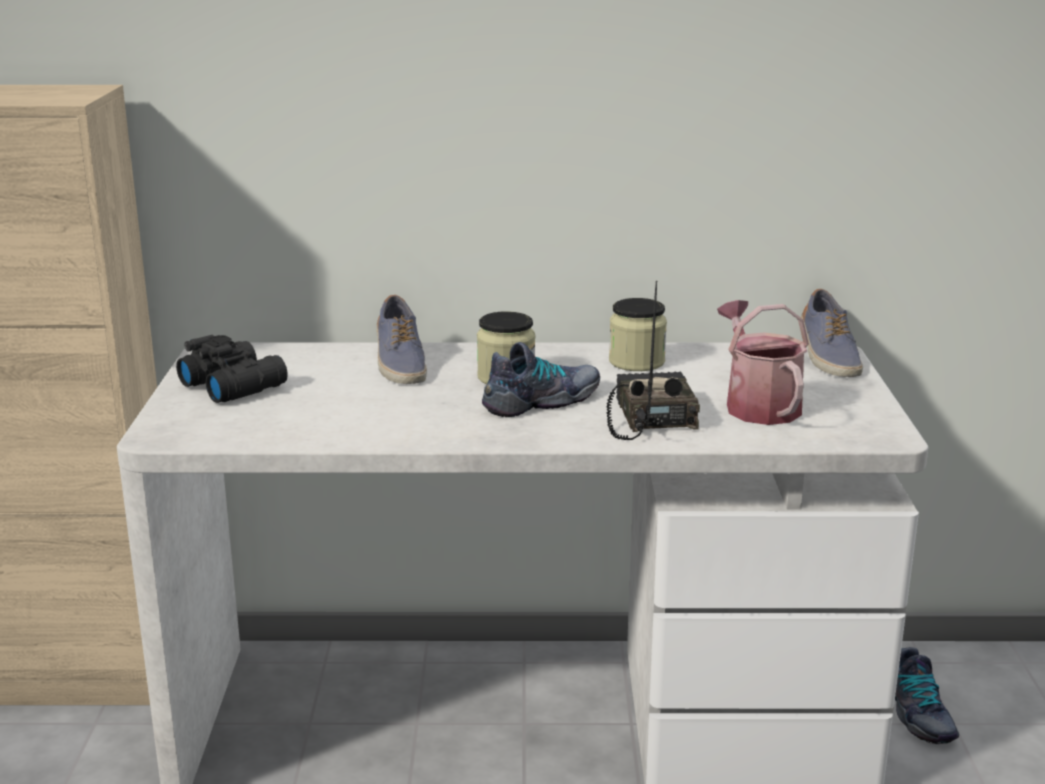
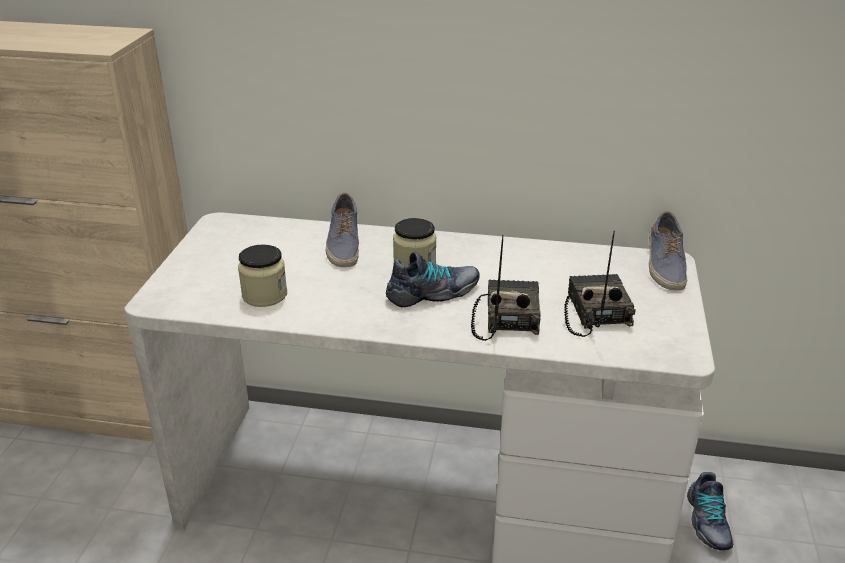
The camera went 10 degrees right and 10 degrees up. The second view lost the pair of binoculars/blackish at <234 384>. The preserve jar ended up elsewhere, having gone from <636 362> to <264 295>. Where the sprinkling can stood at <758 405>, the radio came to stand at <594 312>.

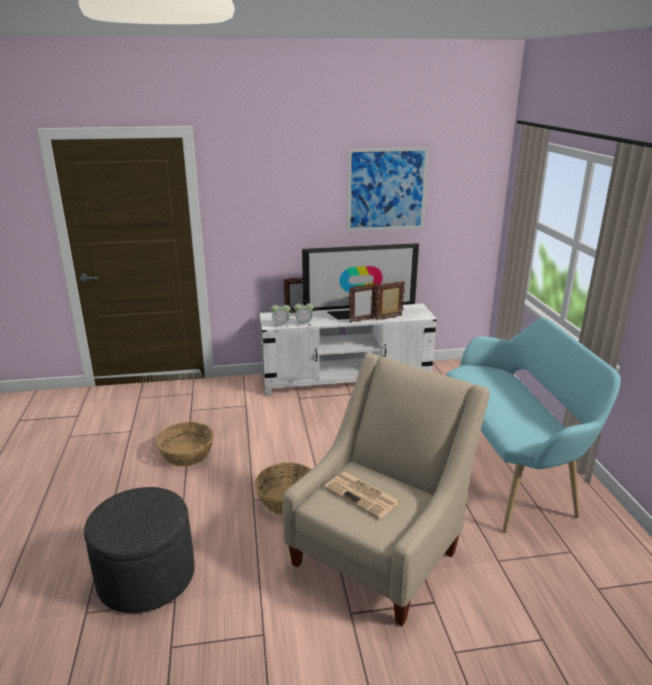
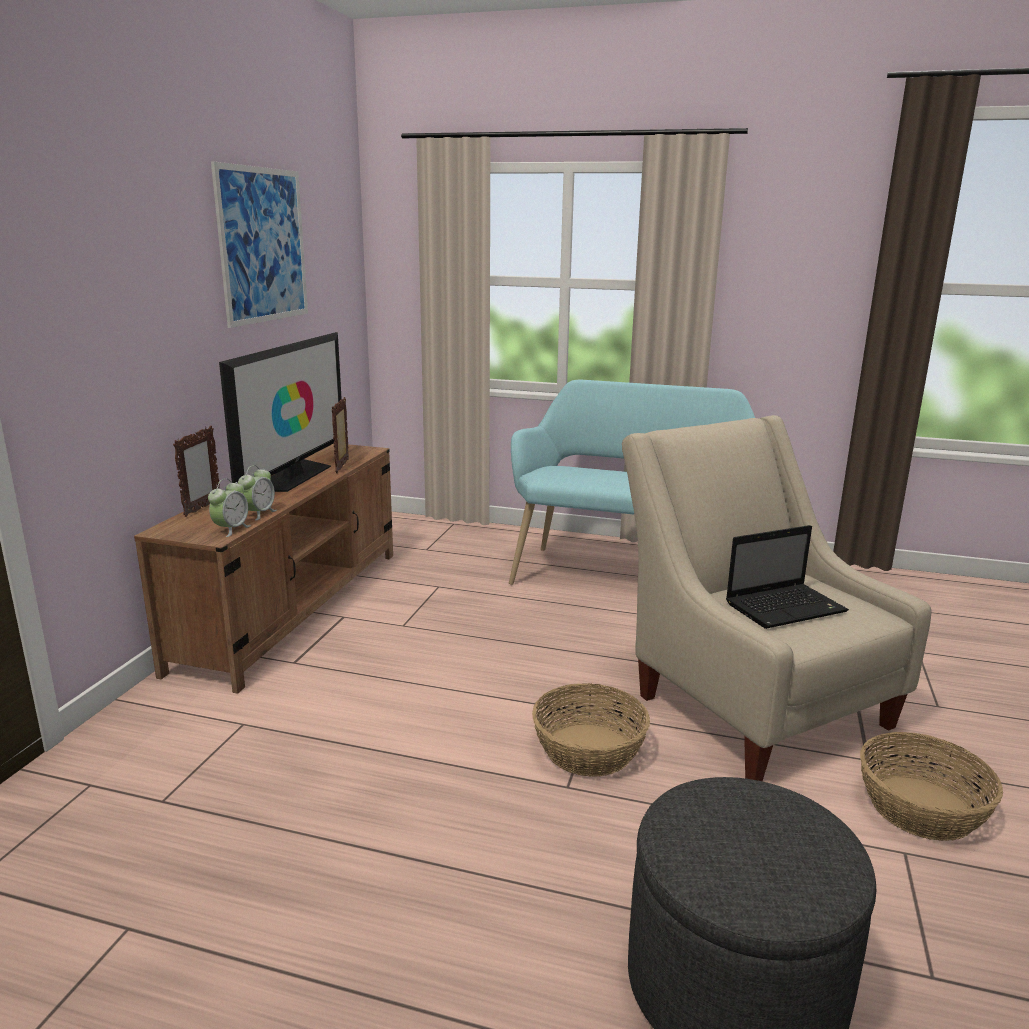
The camera went 65 degrees left and 5 degrees down. The second view lost the standing frame at <362 320>. The basket ended up elsewhere, having gone from <187 454> to <921 807>. Where the printed paper stood at <363 495>, the laptop came to stand at <786 607>. What was the tv unit/white-coloured at <346 379> turned into the tv unit/brown at <294 607>.

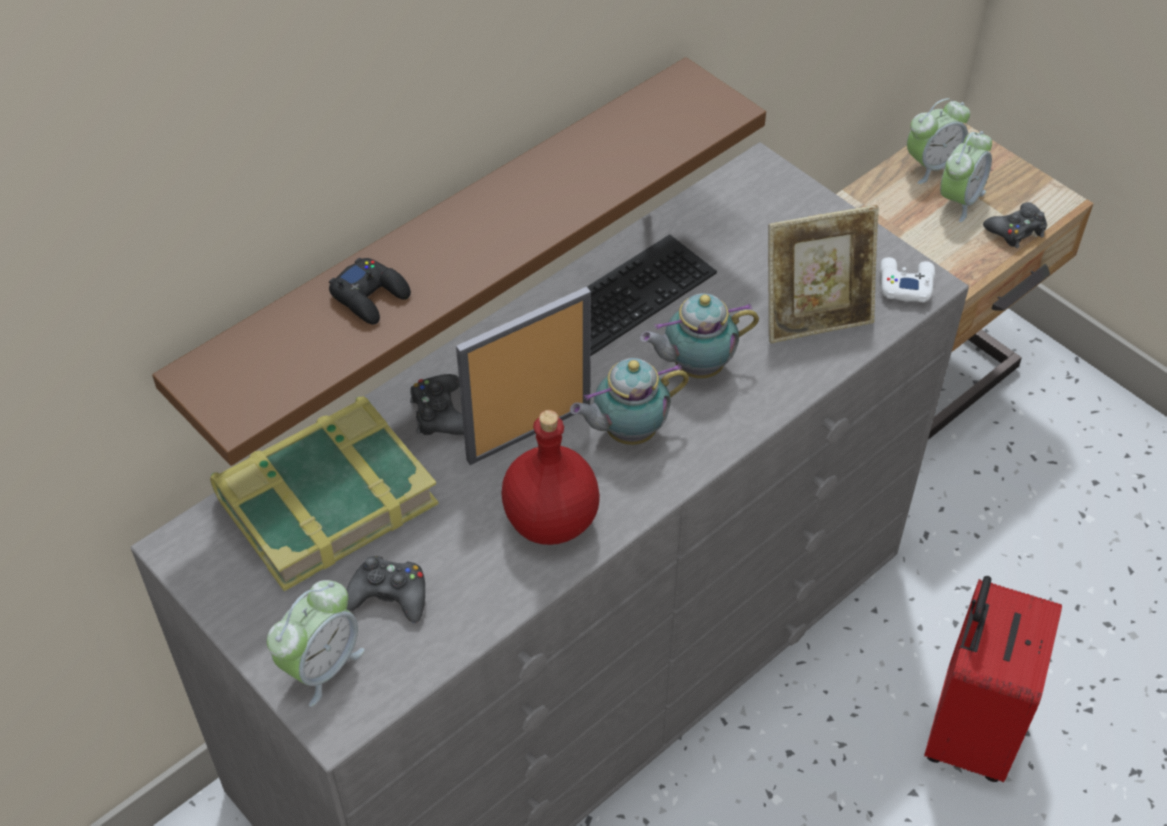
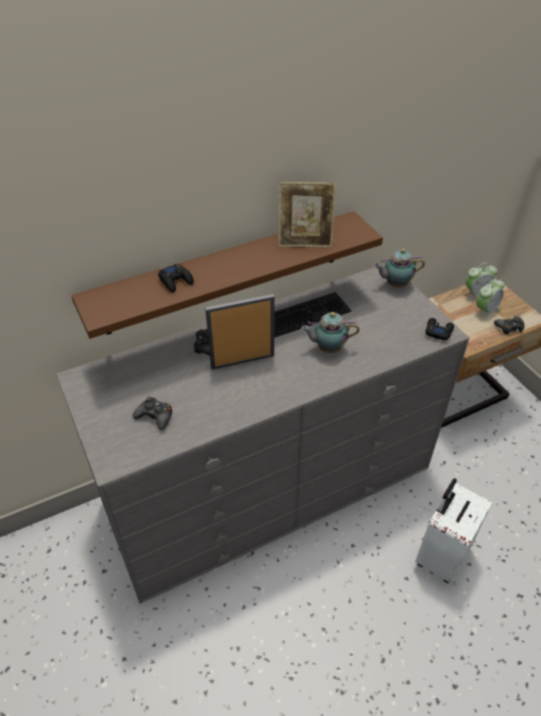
The camera went 15 degrees right and 5 degrees down. The second view lost the volume at <325 499>. The second view lost the bedside clock at <321 666>. The second view lost the bottle/red-coloured at <551 522>. The teapot ended up elsewhere, having gone from <627 432> to <395 284>. The standing frame ended up elsewhere, having gone from <815 318> to <305 241>. What was the joypad/white-coloured at <905 284> turned into the joypad/blackish at <438 331>. What was the travel case/red-coloured at <967 730> turned into the travel case/white-coloured at <440 555>.

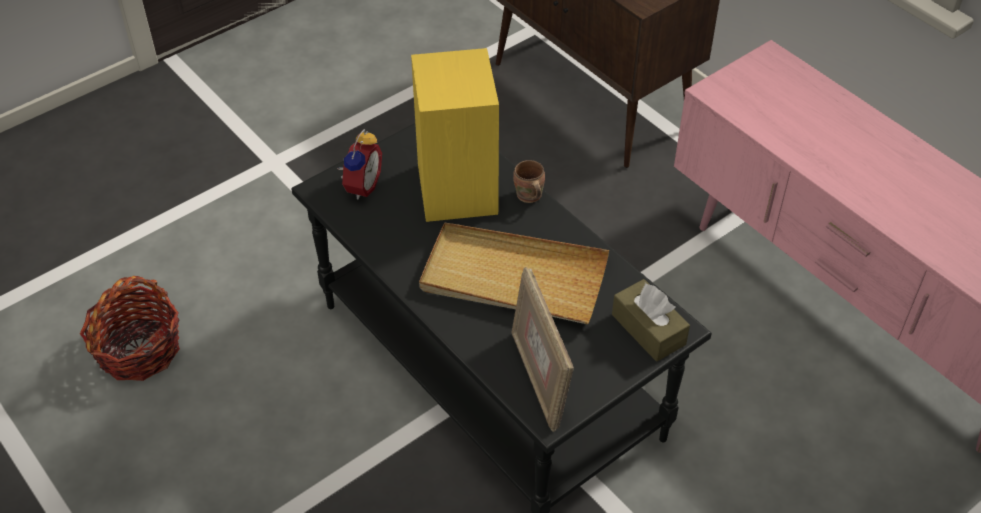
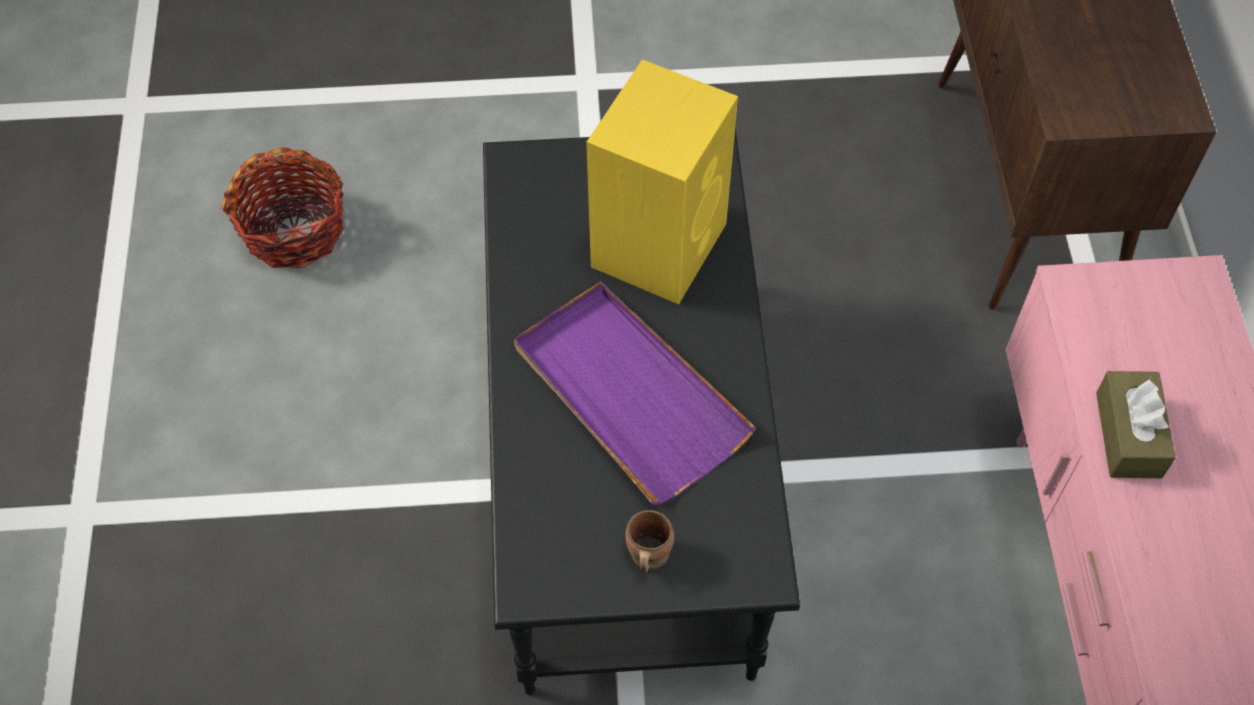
The camera went 35 degrees right and 10 degrees up. The second view lost the bedside clock at <360 186>. The second view lost the standing frame at <538 379>. The coffee mug/brown ended up elsewhere, having gone from <528 197> to <646 555>. The box of tissues/brown ended up elsewhere, having gone from <648 329> to <1128 434>. What was the carrying tray/beige-coloured at <513 278> turned into the carrying tray/purple at <628 395>.

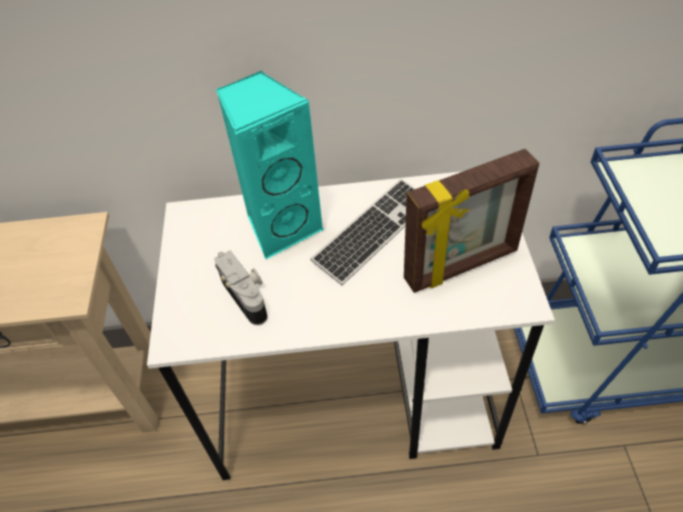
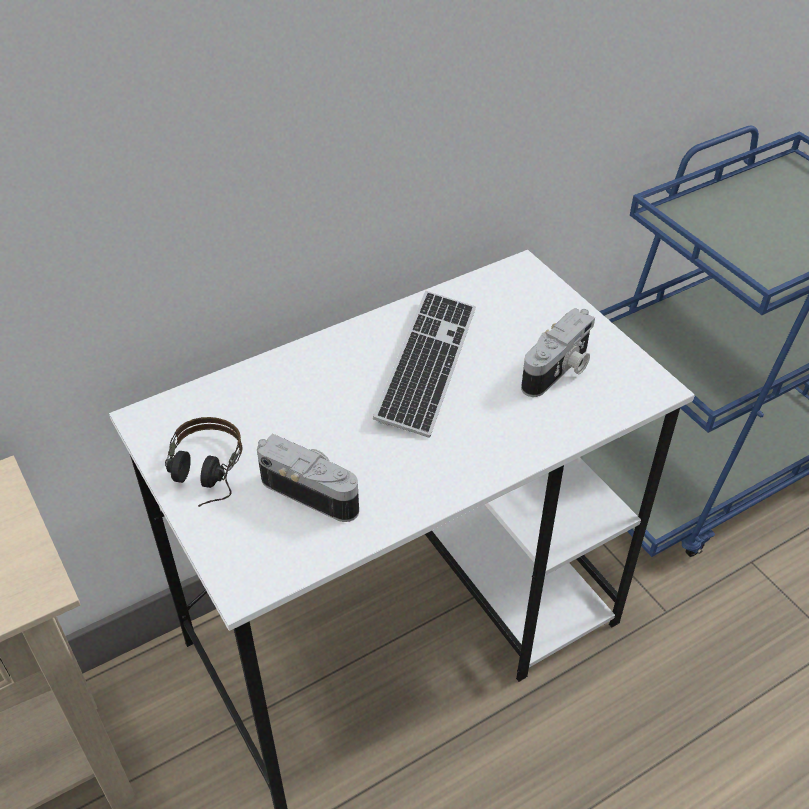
The camera went 30 degrees left and 5 degrees down. The second view lost the speaker/turquoise at <282 226>. The second view gained the headset at <203 478>. Where the standing frame stood at <462 266>, the still camera came to stand at <559 370>.

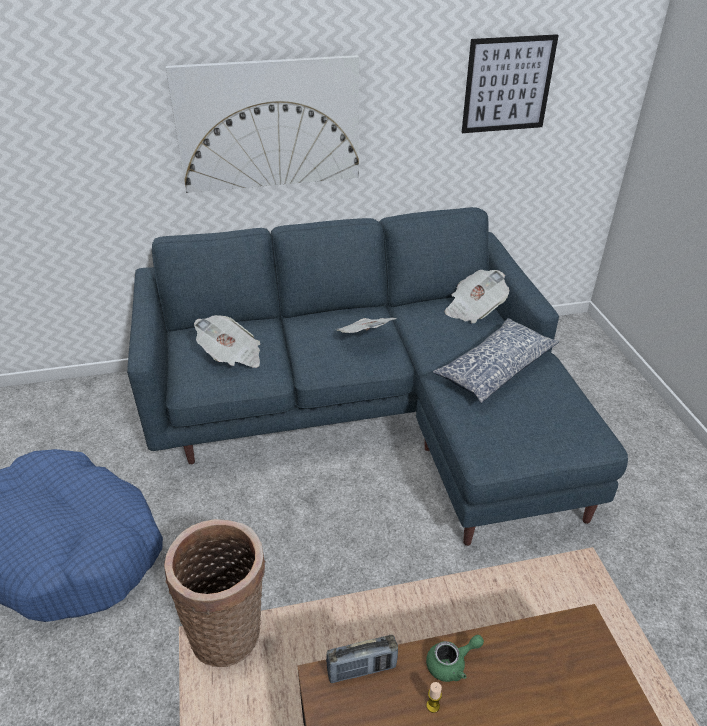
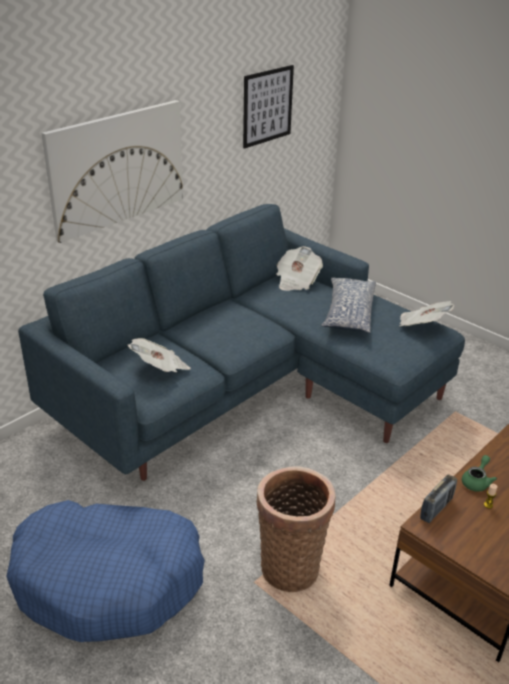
The camera went 35 degrees left and 5 degrees down. The printed paper ended up elsewhere, having gone from <365 337> to <422 325>.

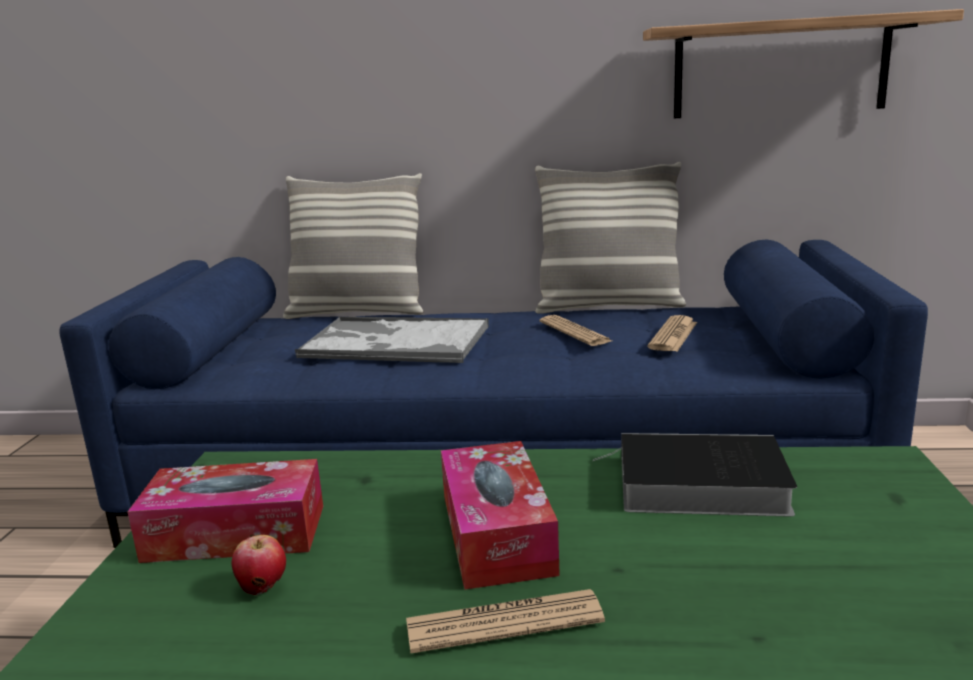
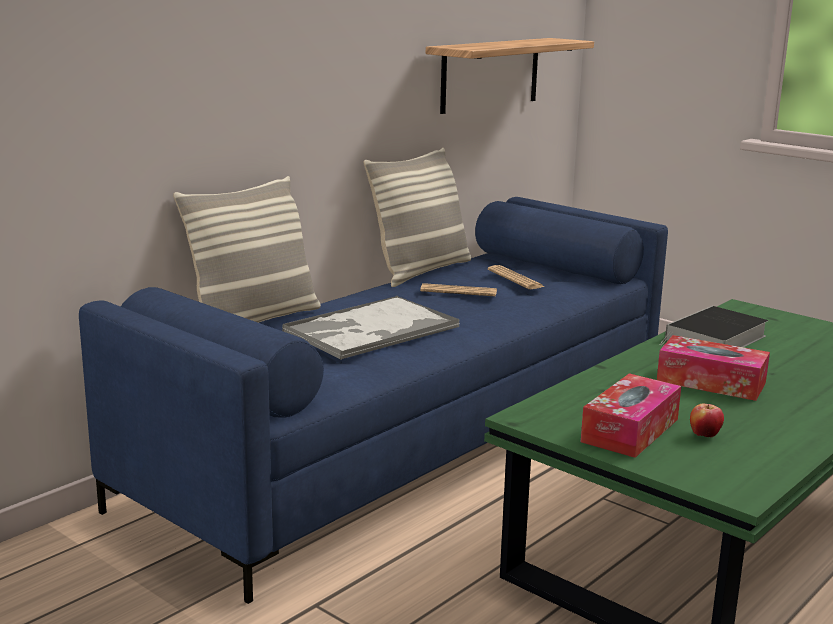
The camera went 55 degrees left and 0 degrees up. The second view lost the printed paper at <504 622>.

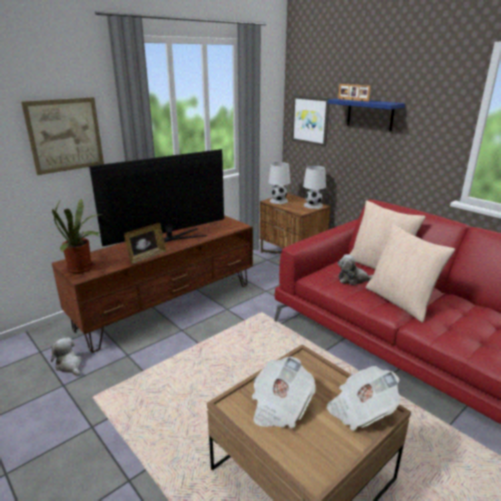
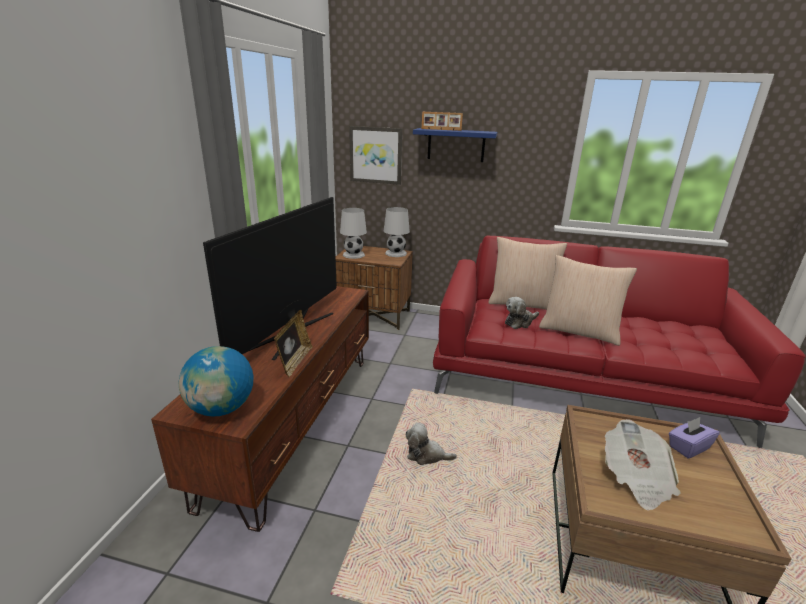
The camera went 35 degrees left and 0 degrees up. The second view lost the wall art at <65 135>. The soft toy ended up elsewhere, having gone from <69 365> to <426 455>. Where the potted plant stood at <83 268>, the world globe came to stand at <222 408>. Where the printed paper stood at <360 410>, the box of tissues/purple came to stand at <688 447>.

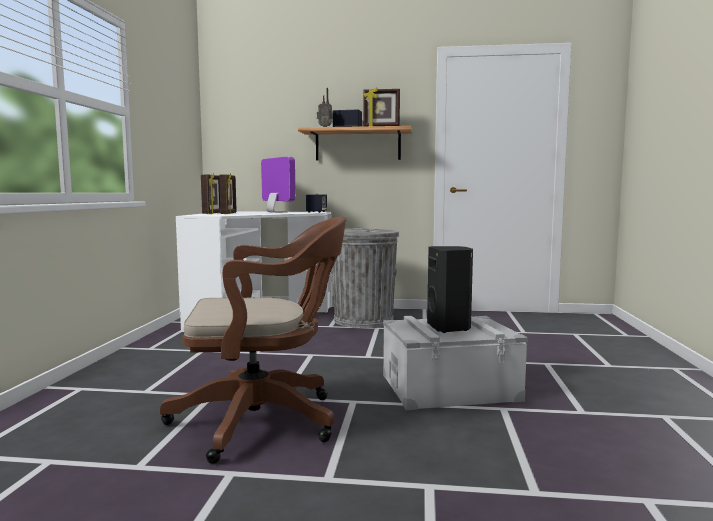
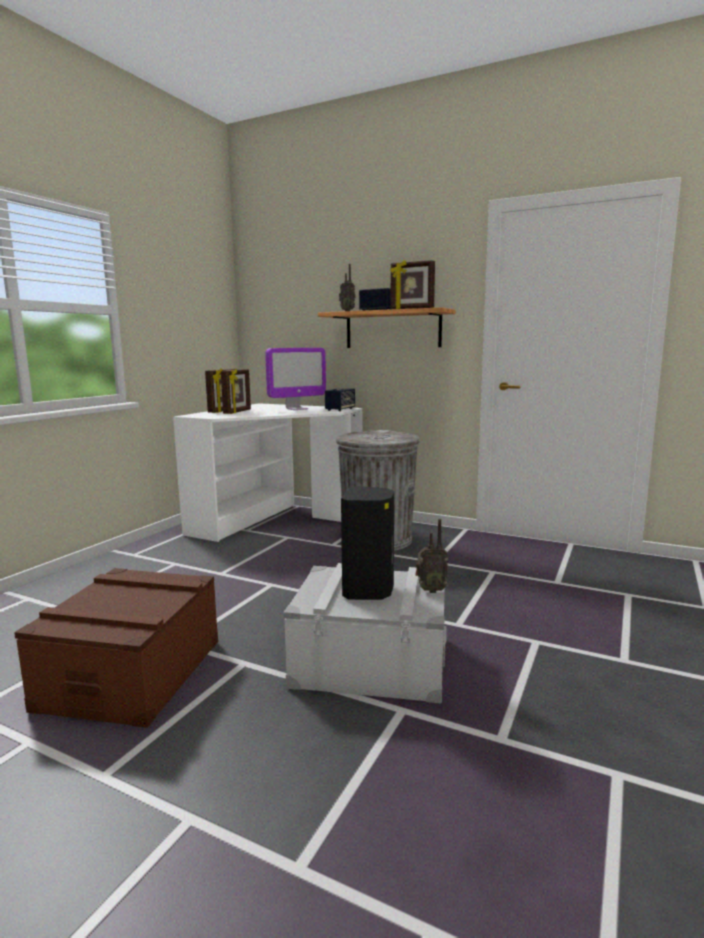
The camera went 20 degrees right and 5 degrees up. The second view gained the radio at <430 590>. Where the desk chair/brown stood at <265 420>, the storage container/brown came to stand at <132 673>. The monitor at <276 212> ended up facing another way, 75 degrees clockwise from before.

